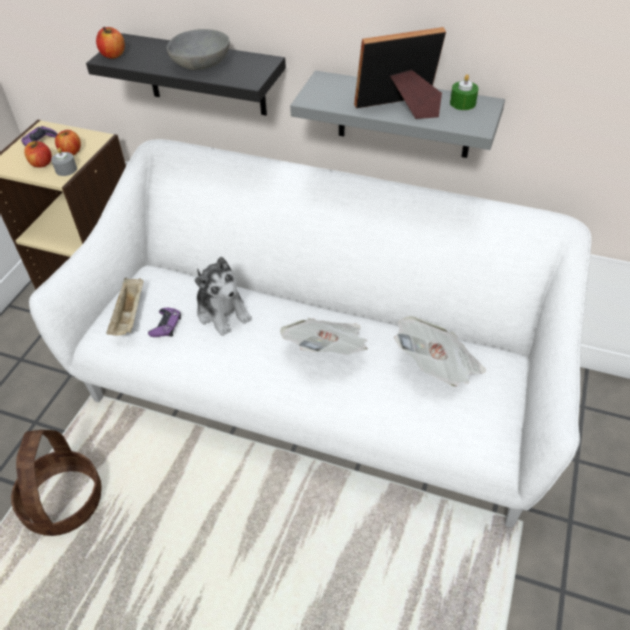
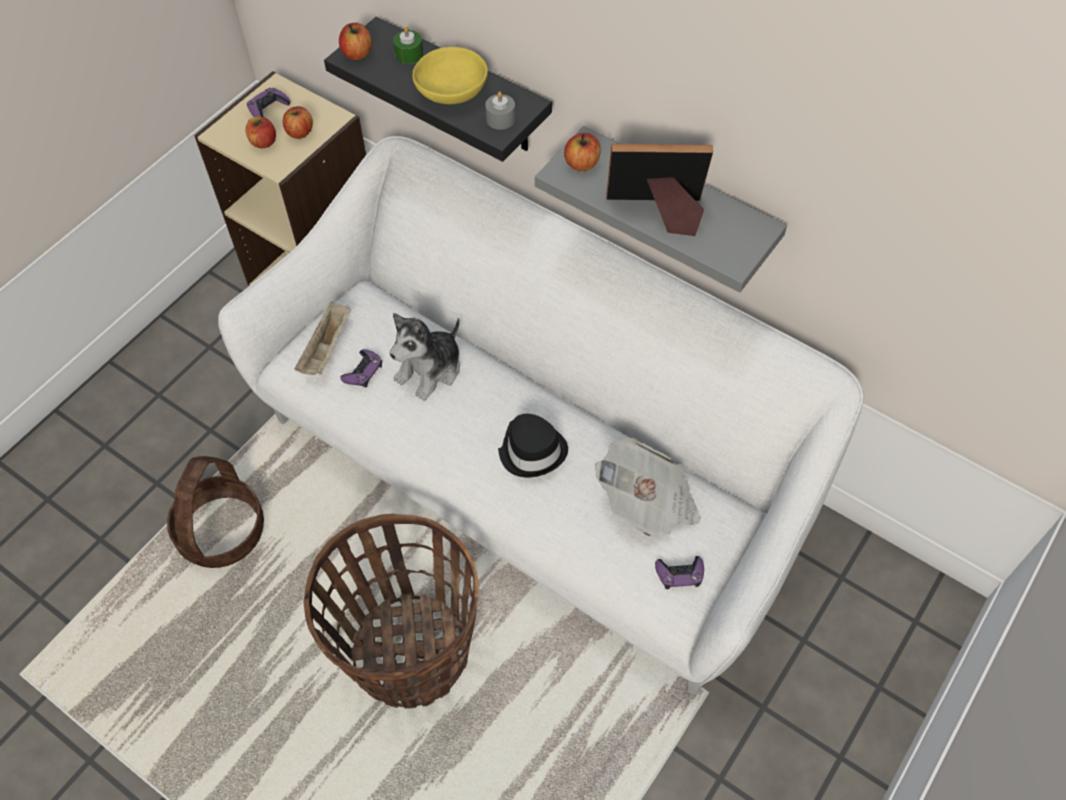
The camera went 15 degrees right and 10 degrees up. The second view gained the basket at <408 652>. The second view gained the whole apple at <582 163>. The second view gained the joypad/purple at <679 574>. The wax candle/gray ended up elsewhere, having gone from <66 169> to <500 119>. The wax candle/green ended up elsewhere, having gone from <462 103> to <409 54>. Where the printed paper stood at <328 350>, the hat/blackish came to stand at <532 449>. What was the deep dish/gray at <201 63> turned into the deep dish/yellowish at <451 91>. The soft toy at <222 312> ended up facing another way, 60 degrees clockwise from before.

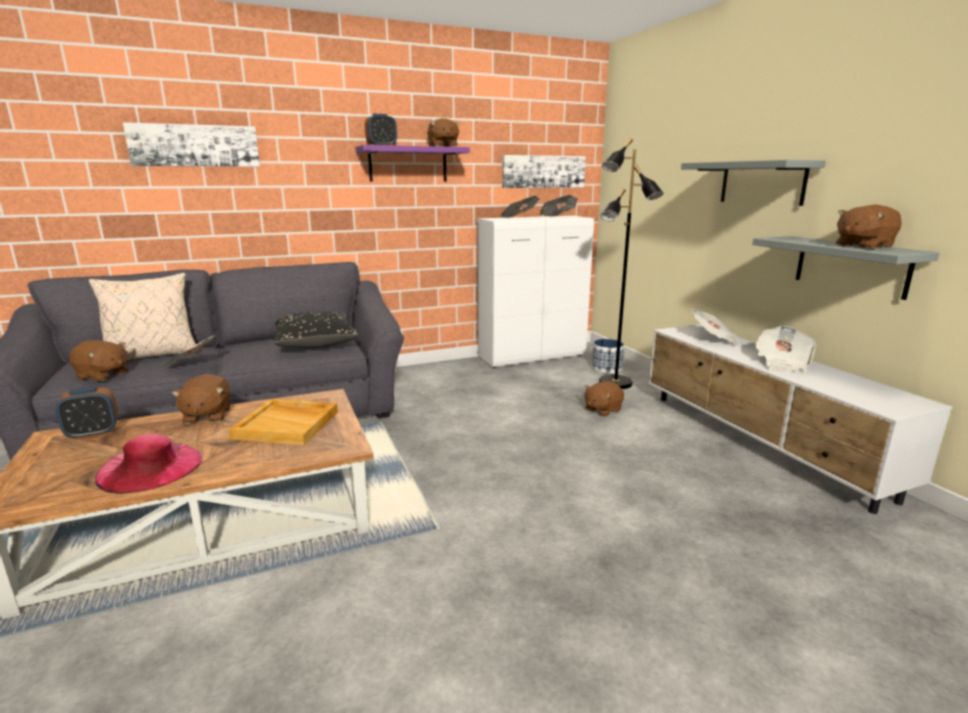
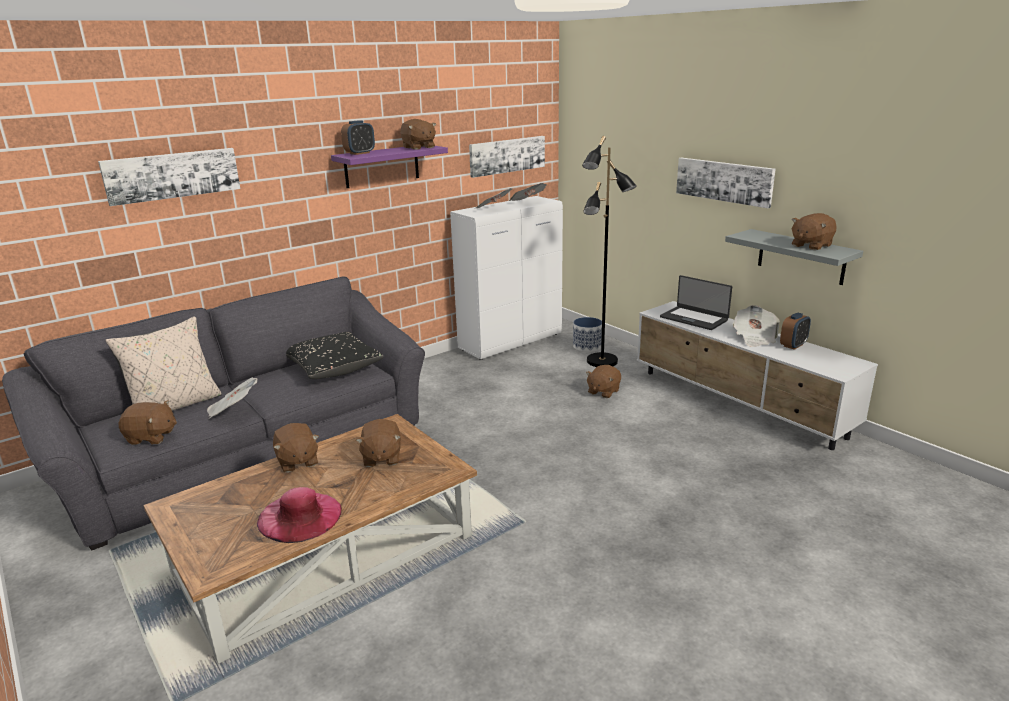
The camera went 15 degrees left and 5 degrees up. The bedside clock ended up elsewhere, having gone from <93 433> to <793 345>. Where the carrying tray/beige-coloured stood at <288 425>, the soft toy/brown came to stand at <381 458>. Where the wall shelf/gray hung at <762 183>, the wall art came to hang at <724 181>. Where the printed paper stood at <714 339>, the laptop came to stand at <694 318>.

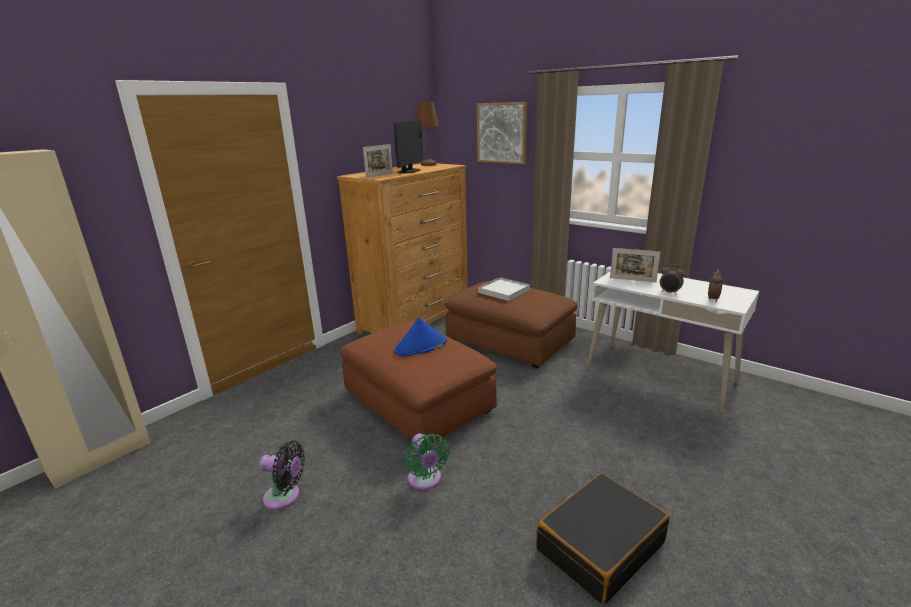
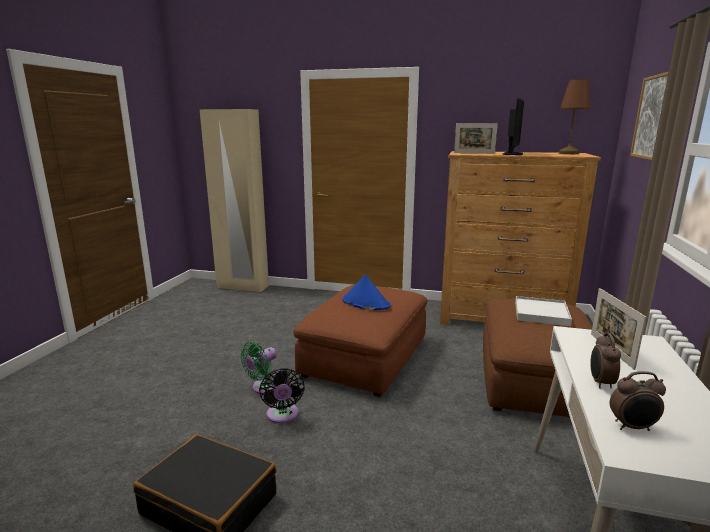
The camera went 65 degrees right and 5 degrees down. The fan/blackish ended up elsewhere, having gone from <285 497> to <282 416>. The monitor at <409 171> ended up facing another way, 60 degrees counterclockwise from before.

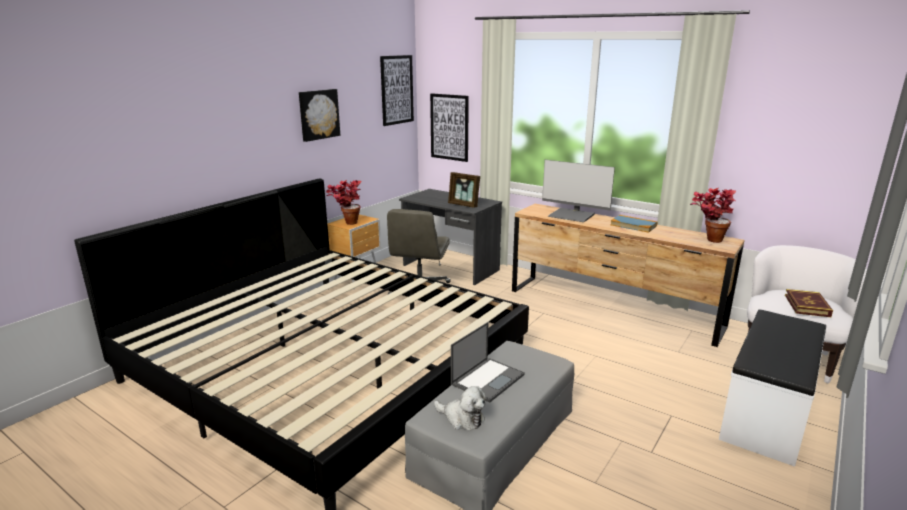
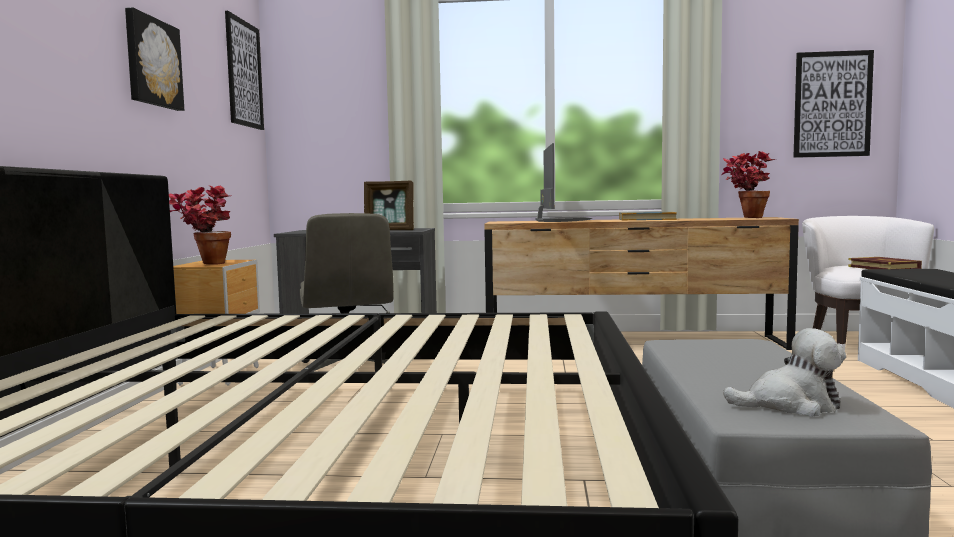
The camera went 30 degrees left and 15 degrees down. The second view lost the laptop at <488 379>. The wall art ended up elsewhere, having gone from <449 127> to <832 104>. The monitor at <571 216> ended up facing another way, 90 degrees counterclockwise from before.

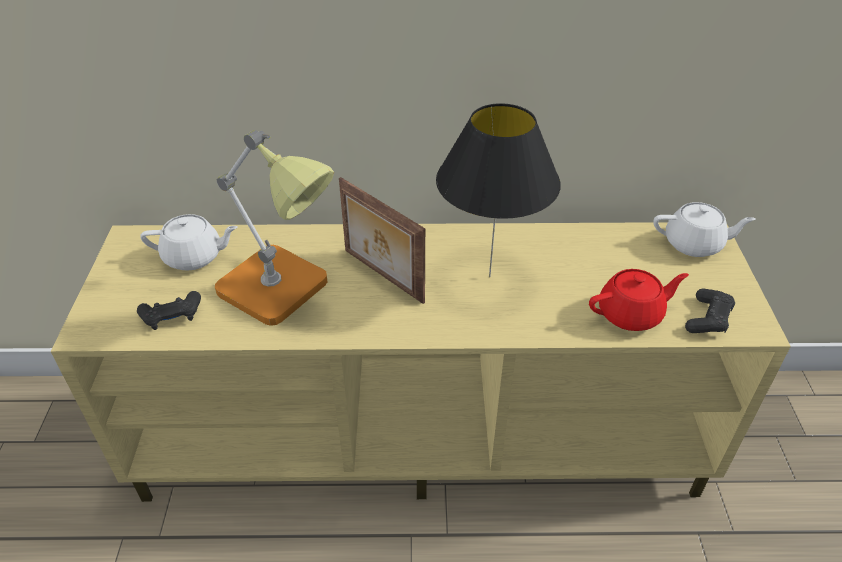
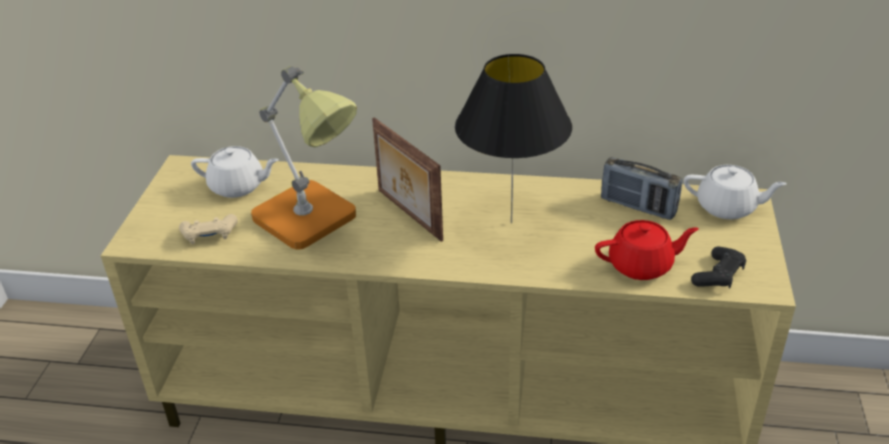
The camera went 10 degrees right and 5 degrees down. The second view gained the radio at <638 206>. What was the joypad/blackish at <172 316> turned into the joypad/beige-coloured at <209 235>.

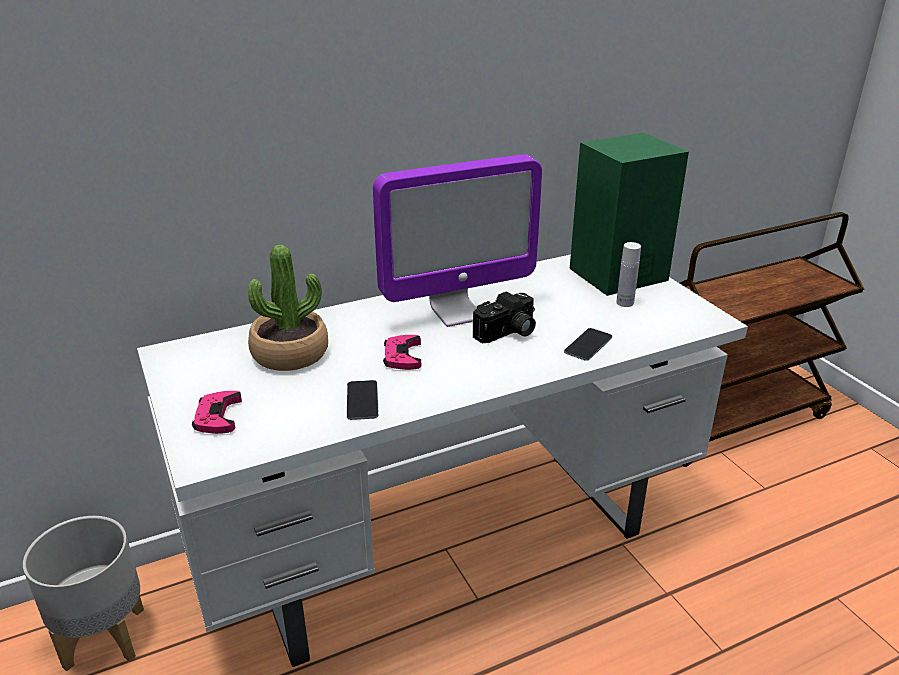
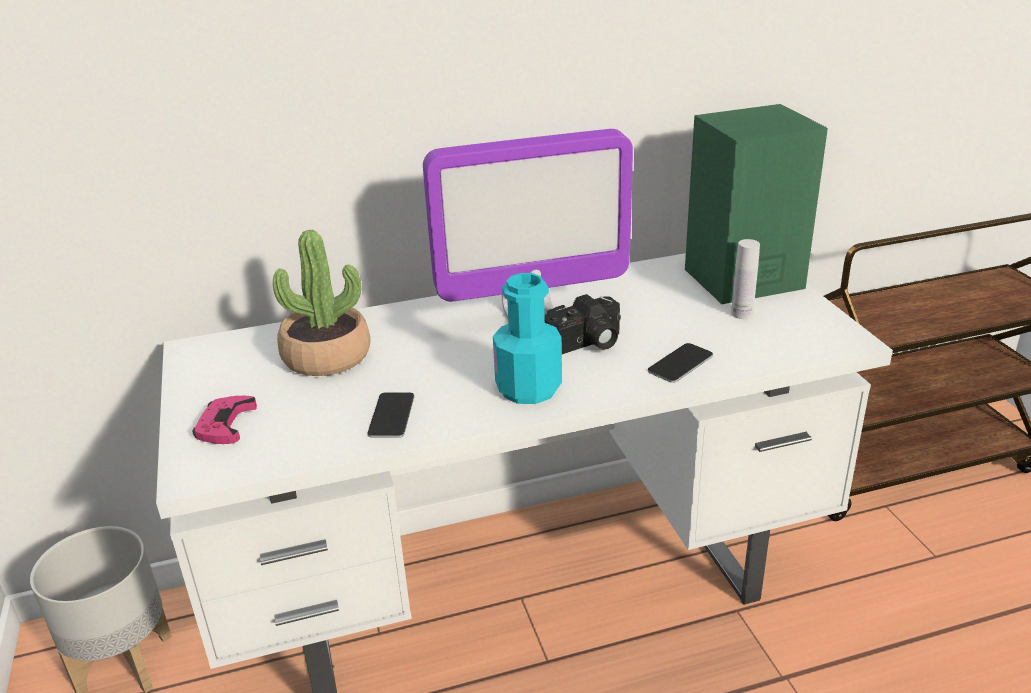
The camera went 10 degrees right and 0 degrees up. The second view lost the joypad/pink-coloured at <402 356>. The second view gained the bottle/turquoise at <528 388>.

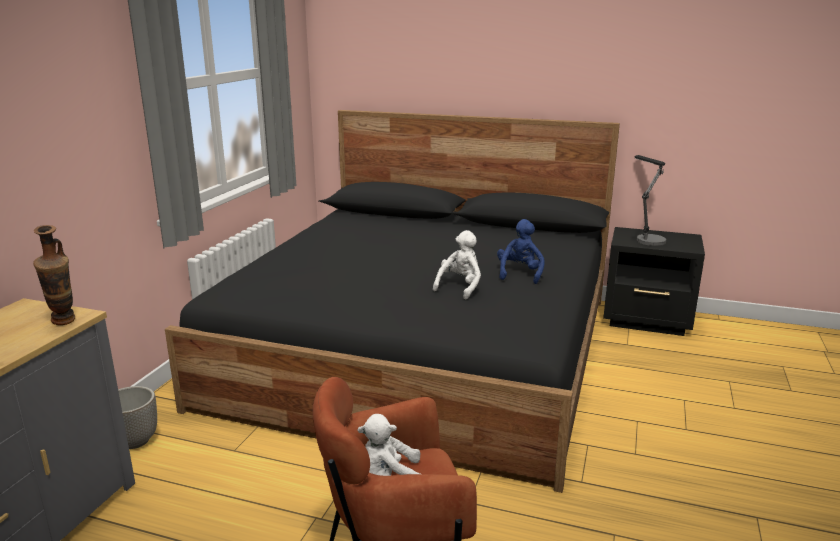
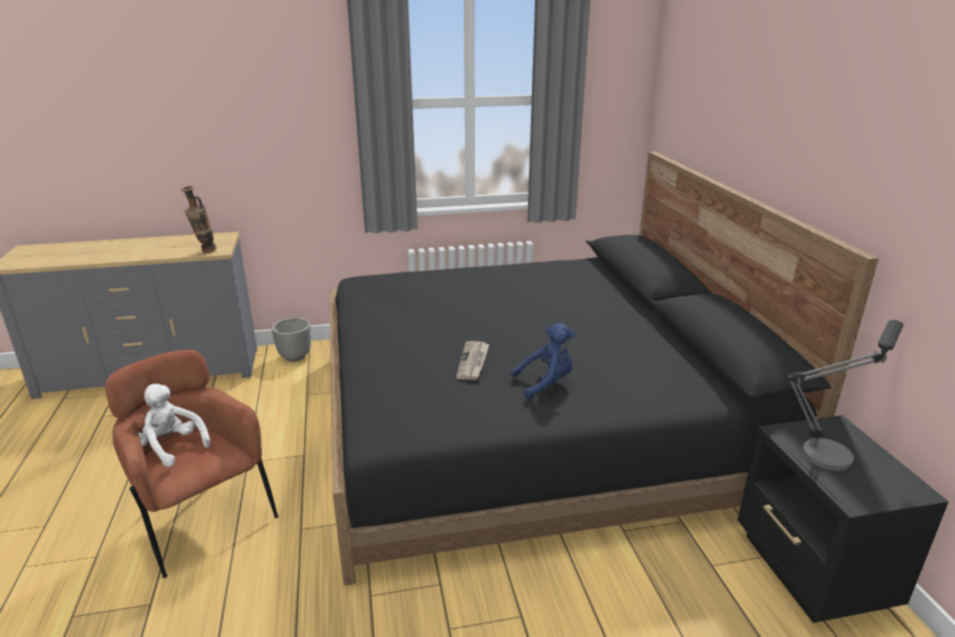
The camera went 60 degrees right and 5 degrees up. Where the soft toy/white-coloured stood at <460 287>, the printed paper came to stand at <473 362>.

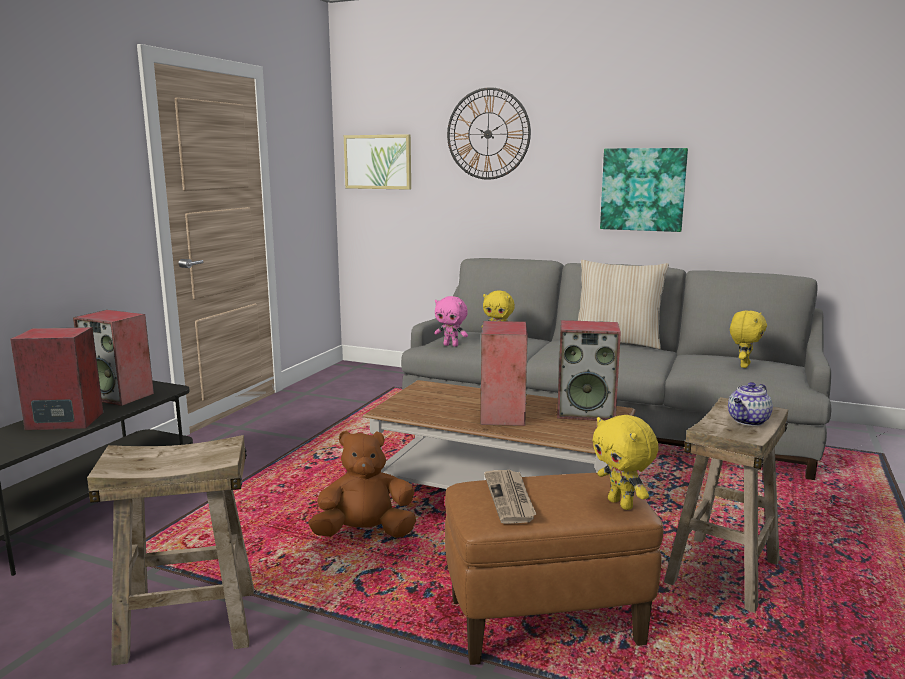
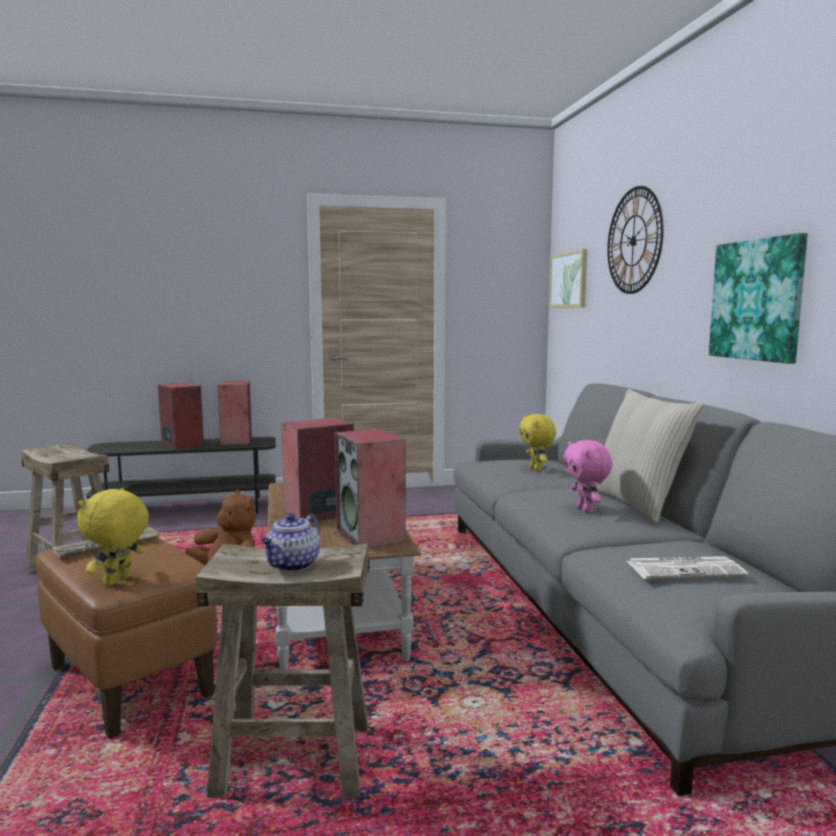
The camera went 55 degrees right and 5 degrees down. The soft toy/pink-coloured ended up elsewhere, having gone from <451 345> to <585 510>. Where the soft toy/yellowish stood at <743 365>, the printed paper came to stand at <685 569>. The teapot at <748 421> ended up facing another way, 75 degrees counterclockwise from before.

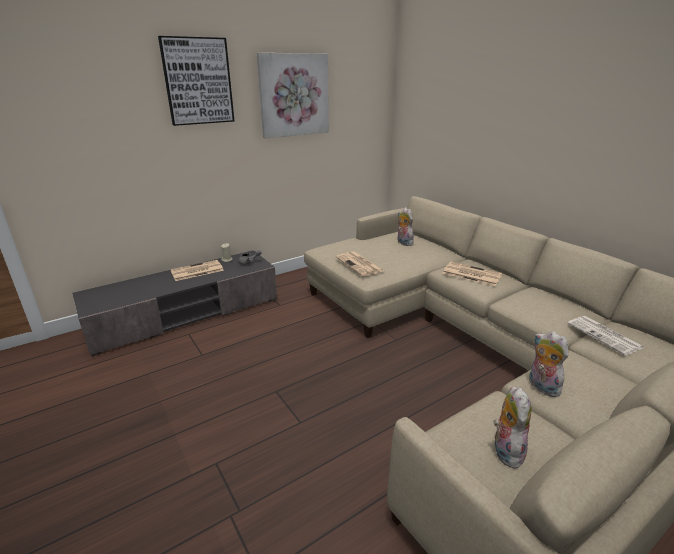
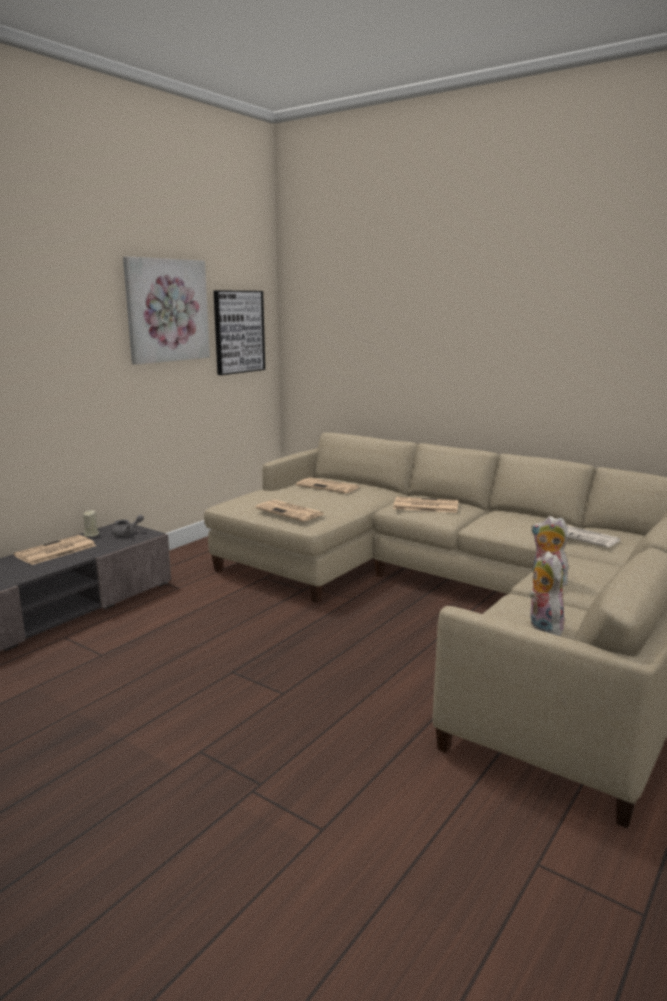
The camera went 20 degrees left and 10 degrees down. The wall art ended up elsewhere, having gone from <198 81> to <238 332>. Where the soft toy stood at <403 243>, the printed paper came to stand at <329 486>.

